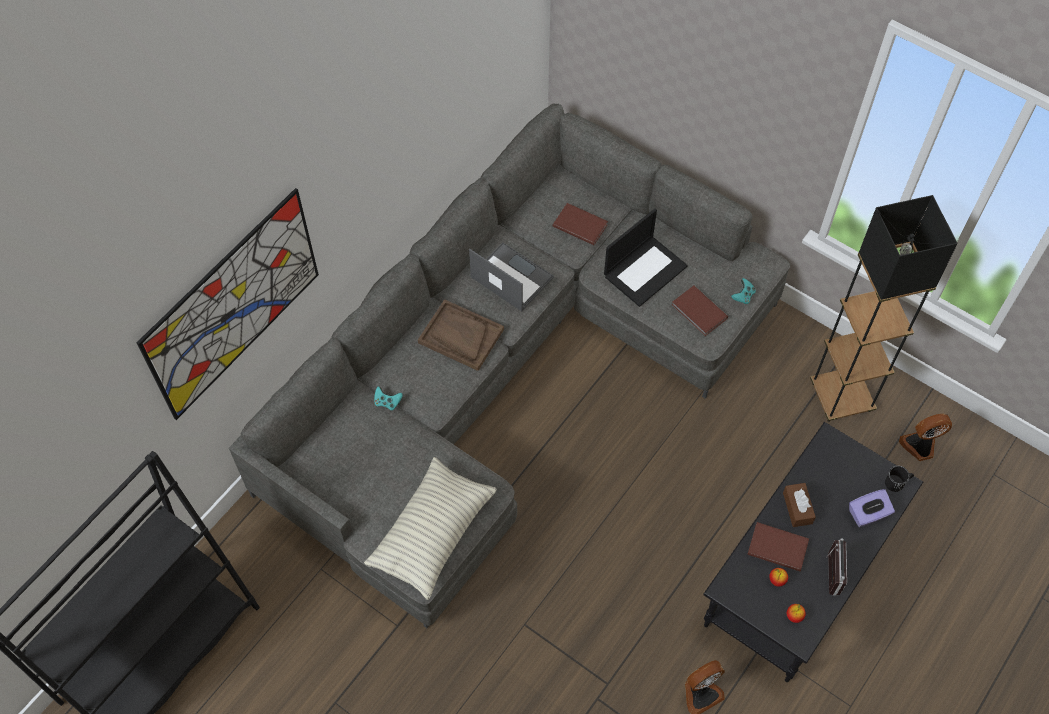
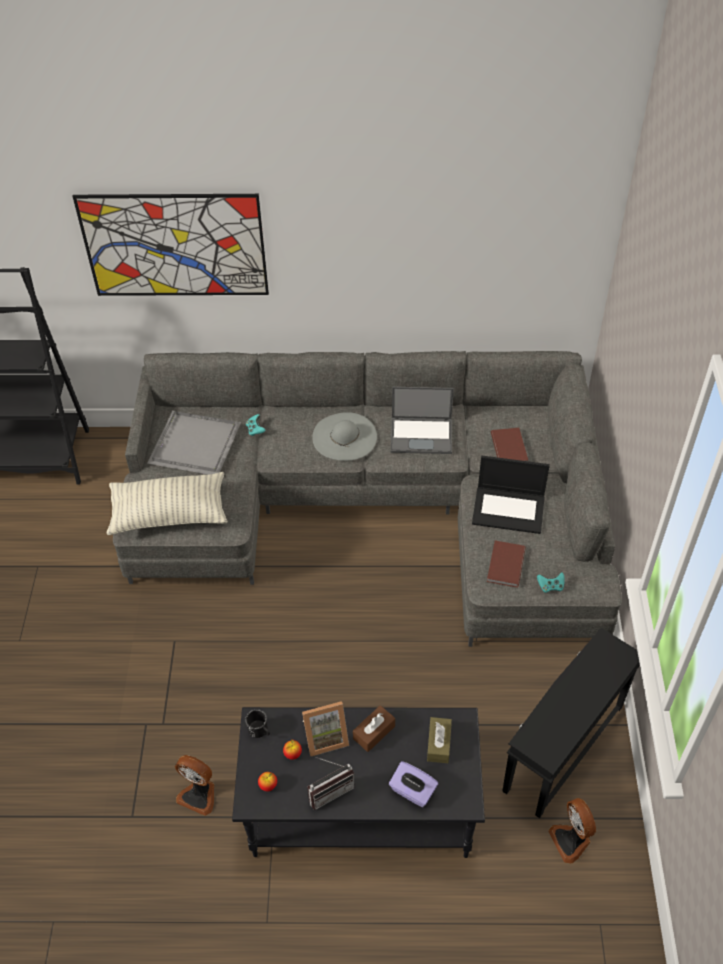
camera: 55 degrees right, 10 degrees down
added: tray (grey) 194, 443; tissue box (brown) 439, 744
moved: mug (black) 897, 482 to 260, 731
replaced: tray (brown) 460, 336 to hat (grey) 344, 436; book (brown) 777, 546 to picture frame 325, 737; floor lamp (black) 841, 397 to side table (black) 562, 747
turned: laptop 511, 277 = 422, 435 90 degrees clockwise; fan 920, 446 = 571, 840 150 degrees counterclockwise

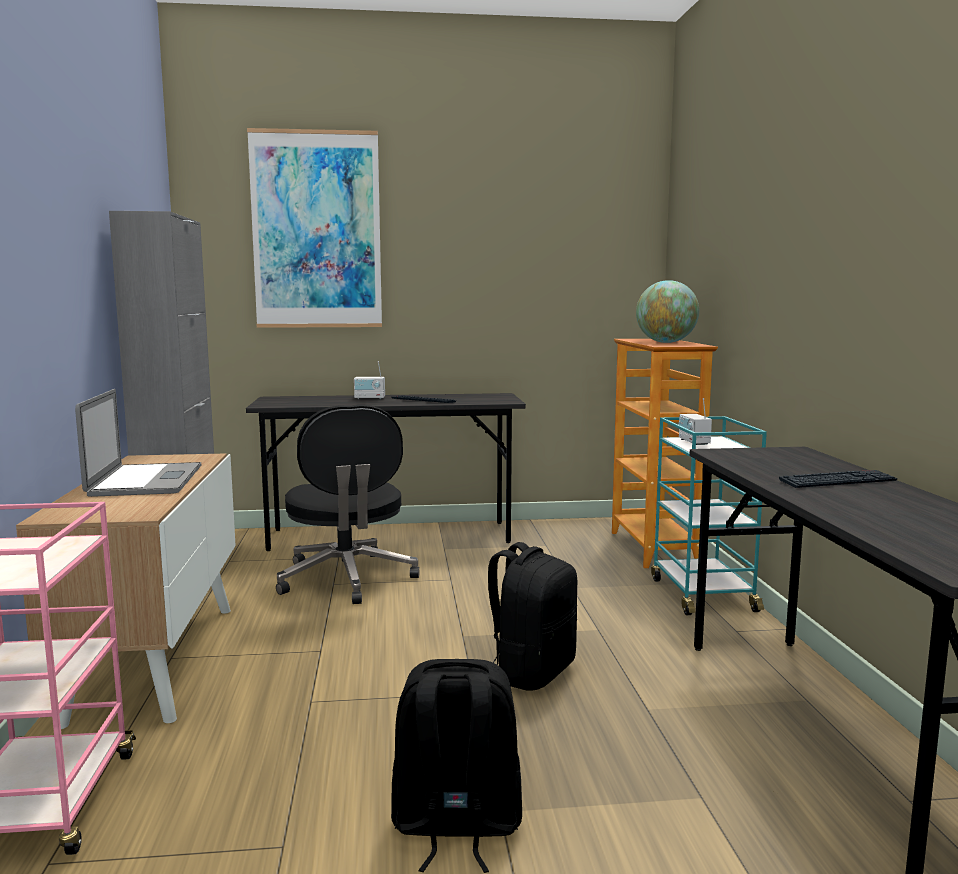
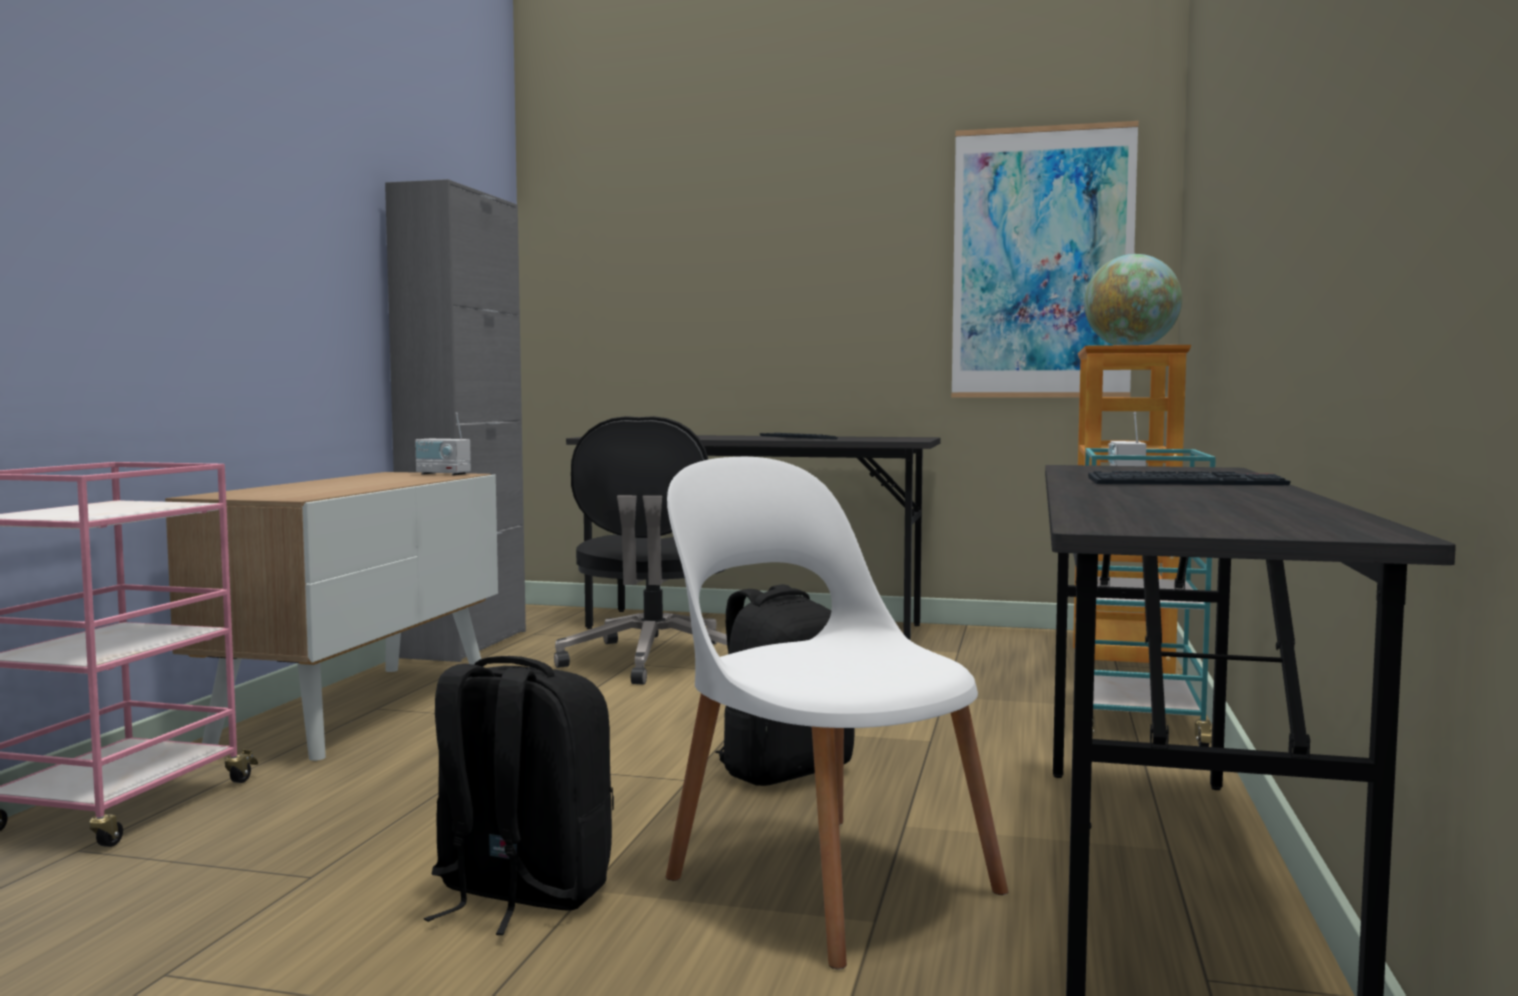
camera: 20 degrees right, 5 degrees down
removed: laptop 146, 480
added: chair (white) 824, 879
moved: picture 316, 230 to 1042, 263; radio 370, 398 to 443, 474

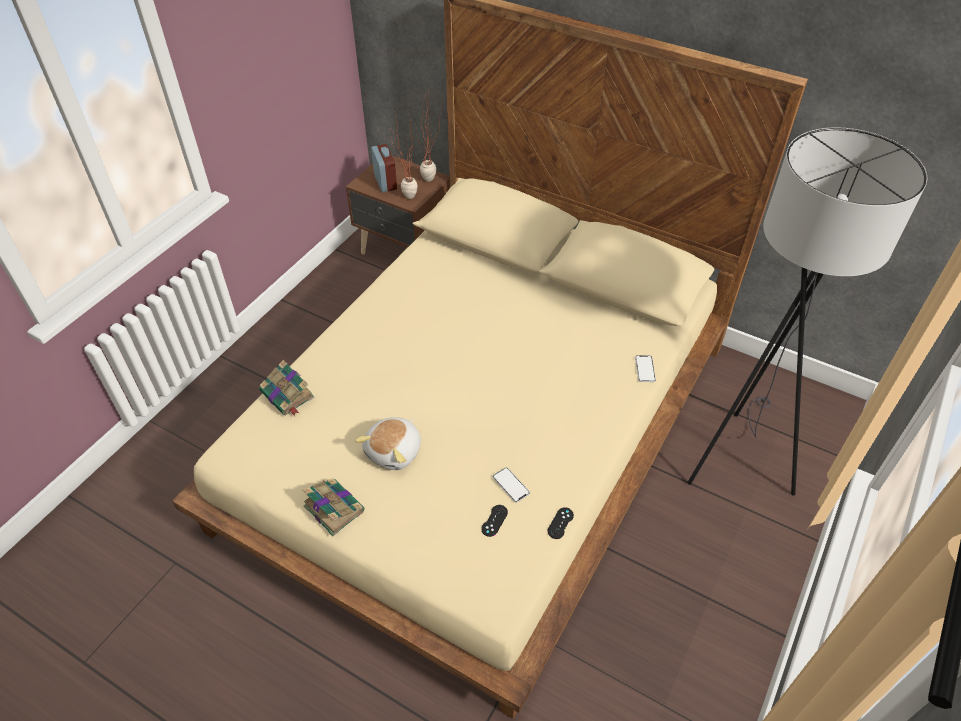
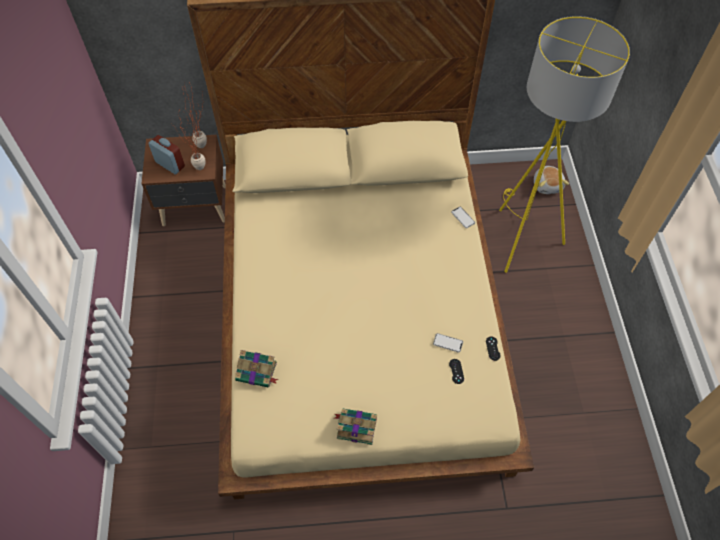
camera: 35 degrees left, 10 degrees up
moved: plush toy 395, 451 to 547, 185
recoloured: floor lamp (grey) 737, 455 to floor lamp (yellow) 518, 237

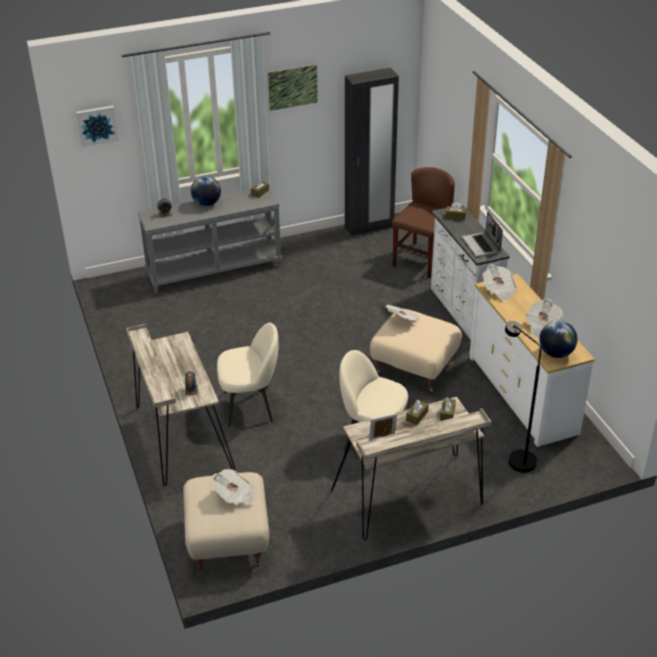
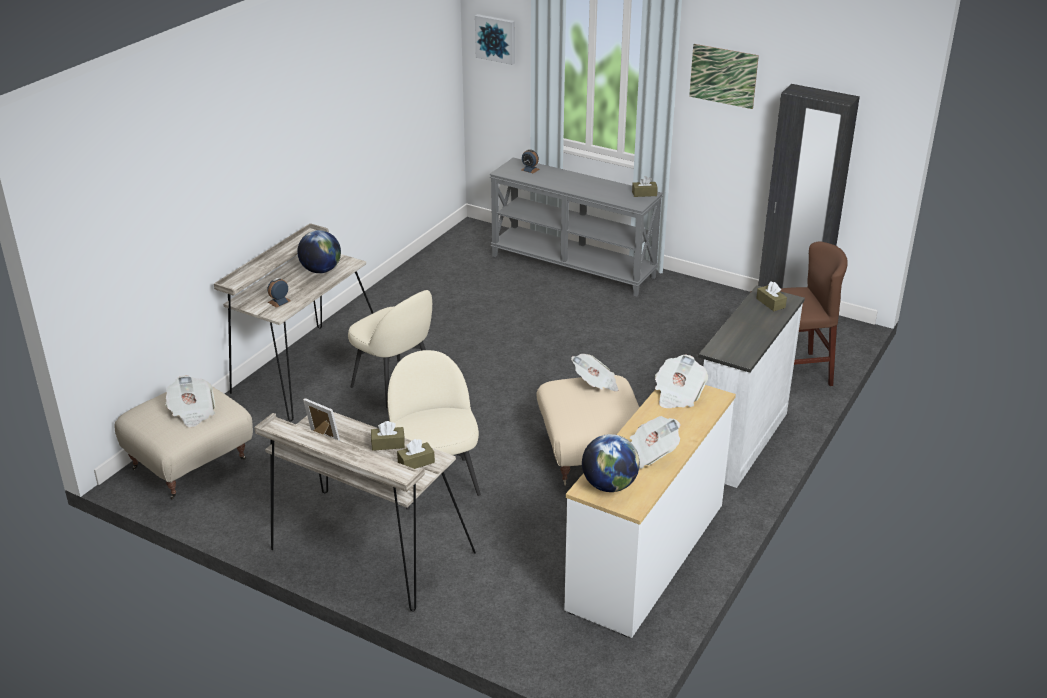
camera: 50 degrees right, 5 degrees down
removed: laptop 482, 245; floor lamp (black) 515, 458
moved: globe 207, 203 to 321, 270

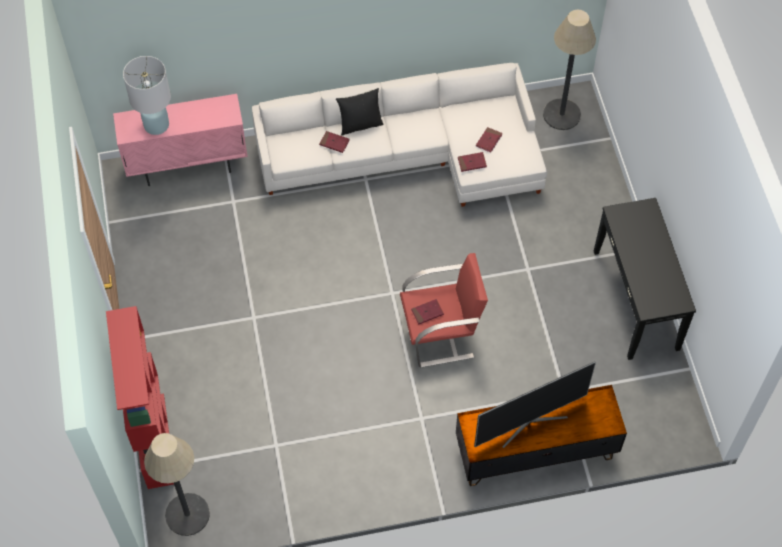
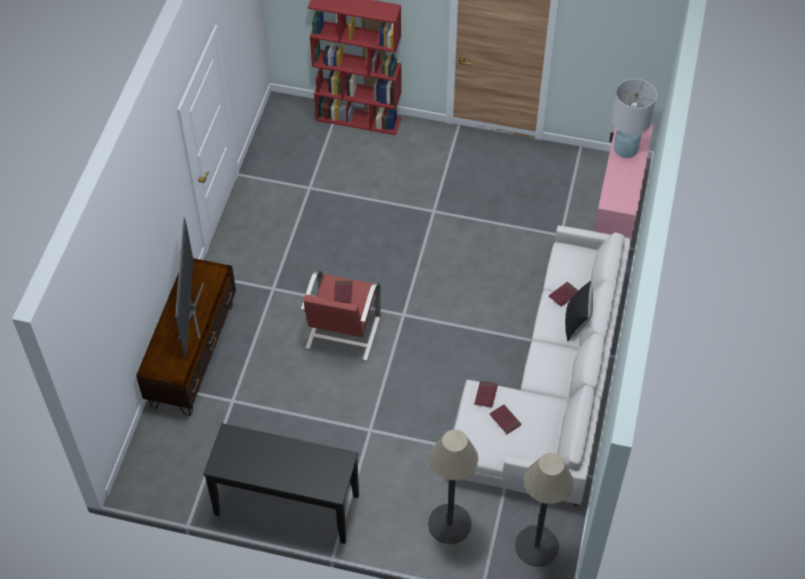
camera: 115 degrees right, 5 degrees down
moved: floor lamp 187, 514 to 449, 524

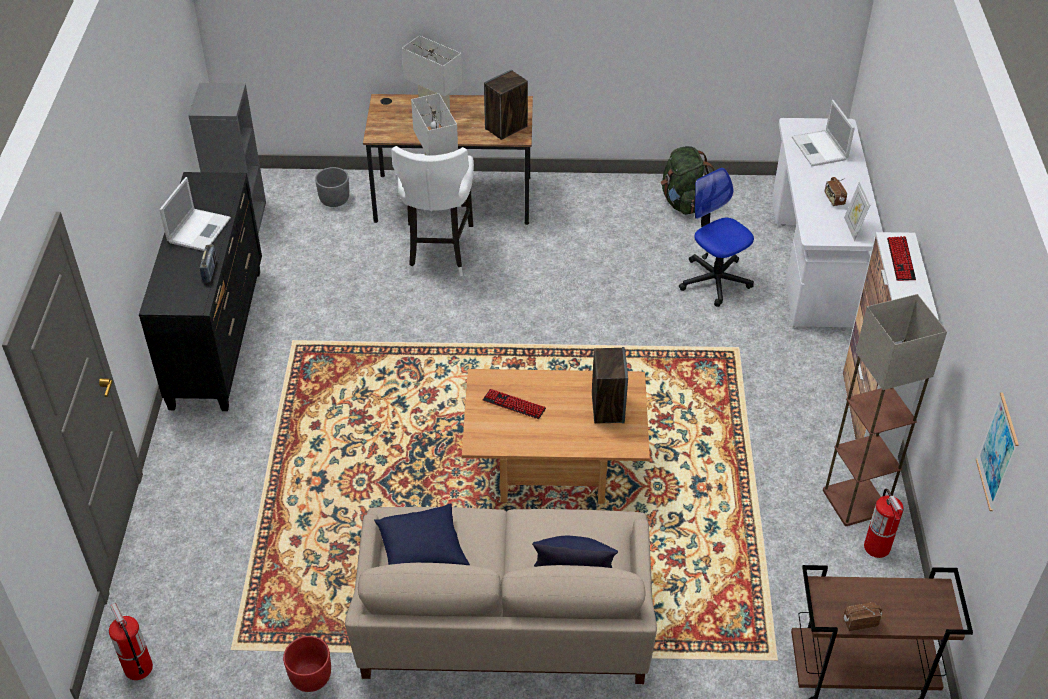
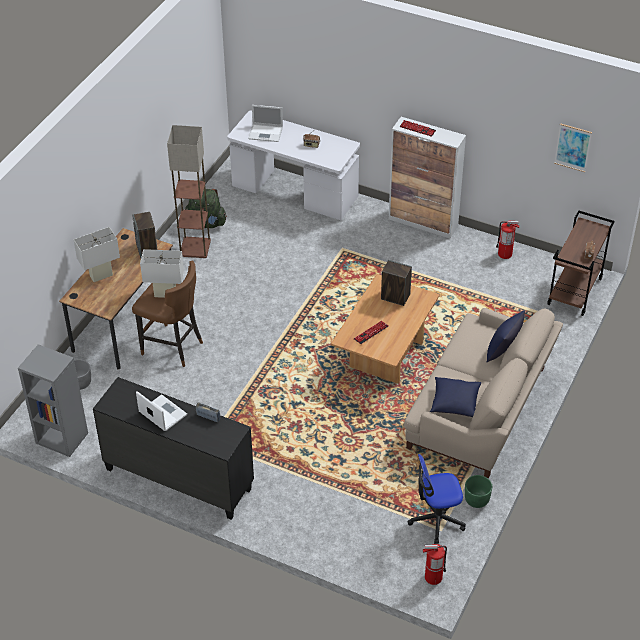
camera: 65 degrees left, 0 degrees up
removed: picture frame 853, 228
moved: office chair 715, 280 to 436, 519; floor lamp 855, 502 to 195, 248
recoloured: planter (red) 310, 677 to planter (green) 477, 500; stool (white) 438, 253 to stool (brown) 173, 347

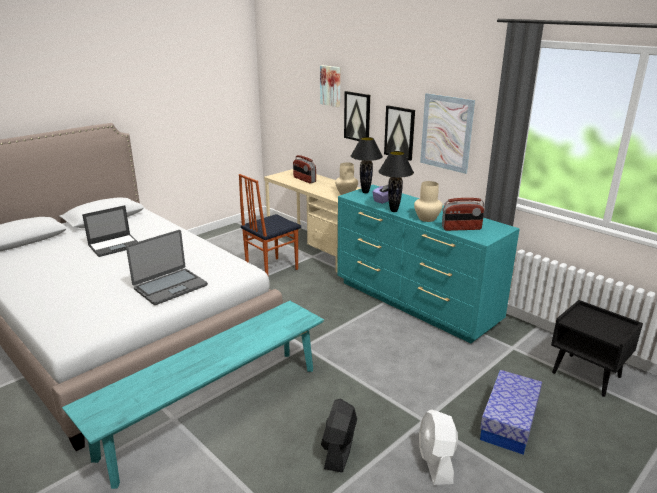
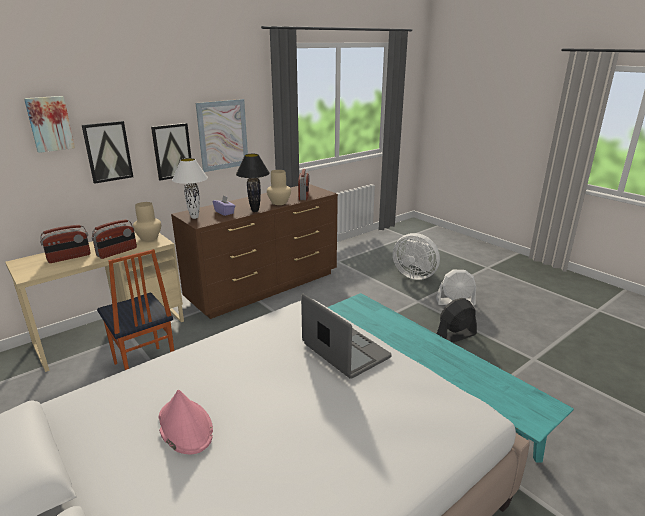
camera: 85 degrees left, 0 degrees up
removed: nightstand (black) 587, 375
added: radio 117, 252
replaced: laptop 115, 245 to hat (pink) 185, 426; storage box 509, 422 to fan (white) 414, 275
recoloured: dresser (turquoise) 415, 302 to dresser (brown) 265, 287; table lamp (black) 365, 192 to table lamp (white) 194, 217
turned: fan (black) 339, 450 = 455, 336 135 degrees clockwise

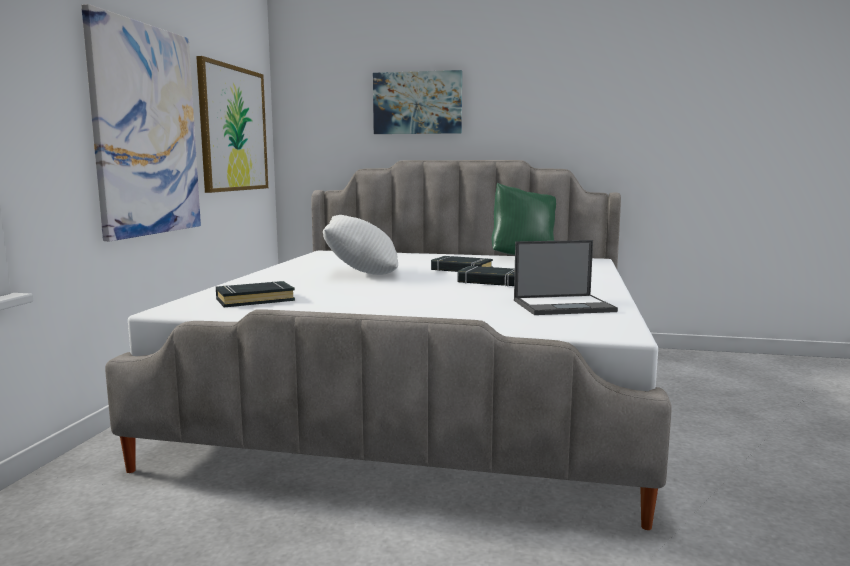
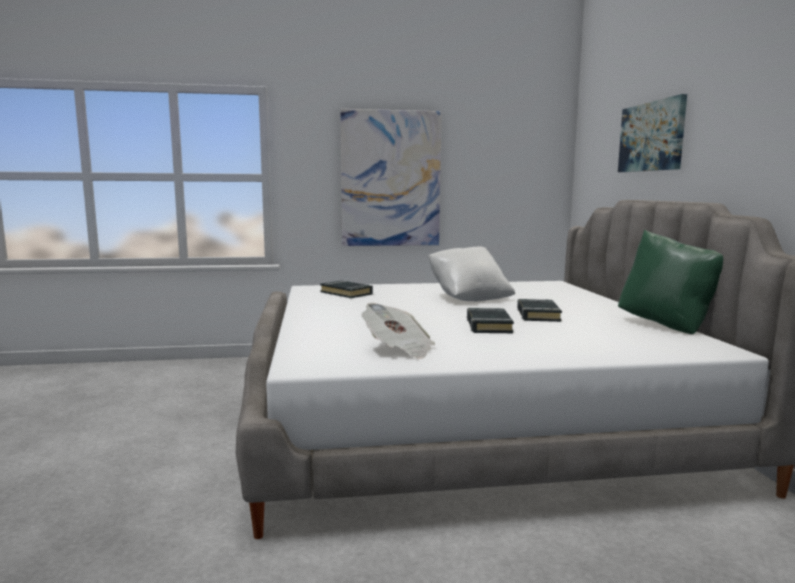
camera: 70 degrees right, 0 degrees up
removed: picture 233, 129
replaced: laptop 564, 306 to newspaper 399, 349

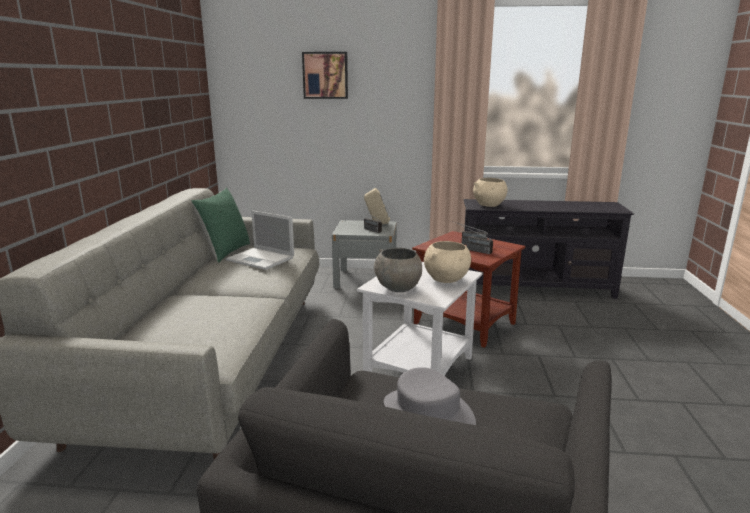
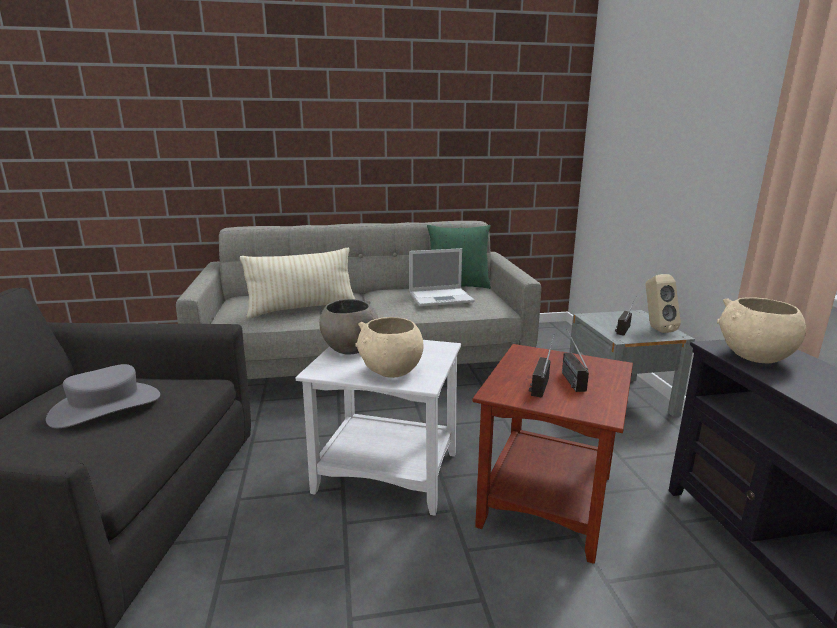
camera: 75 degrees right, 0 degrees up
removed: picture 325, 75
added: pillow (beige) 302, 309
turned: laptop 261, 259 = 442, 297 120 degrees counterclockwise

